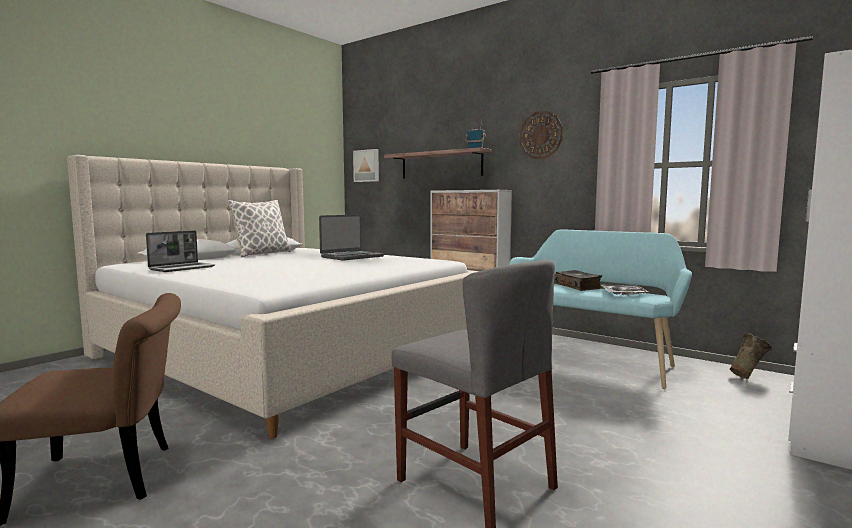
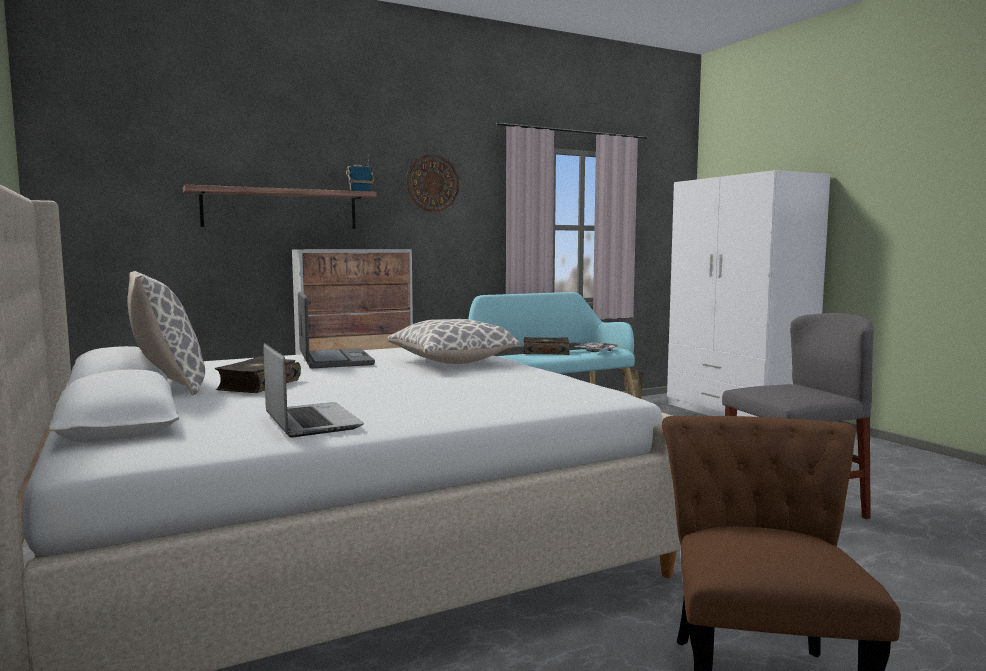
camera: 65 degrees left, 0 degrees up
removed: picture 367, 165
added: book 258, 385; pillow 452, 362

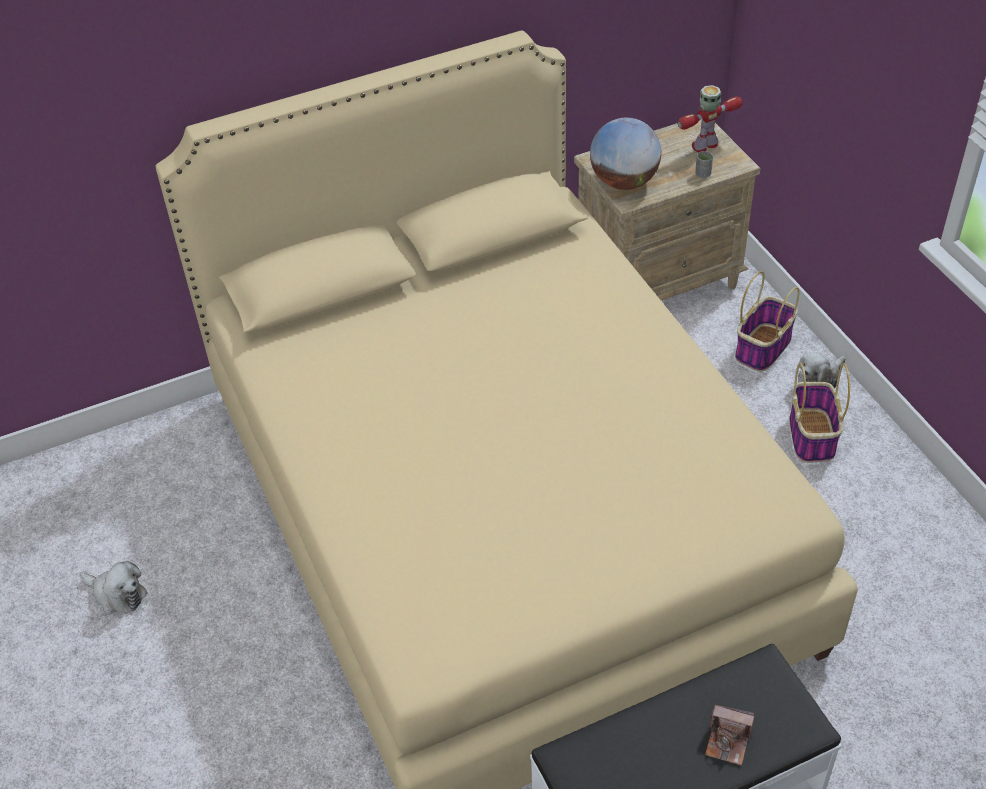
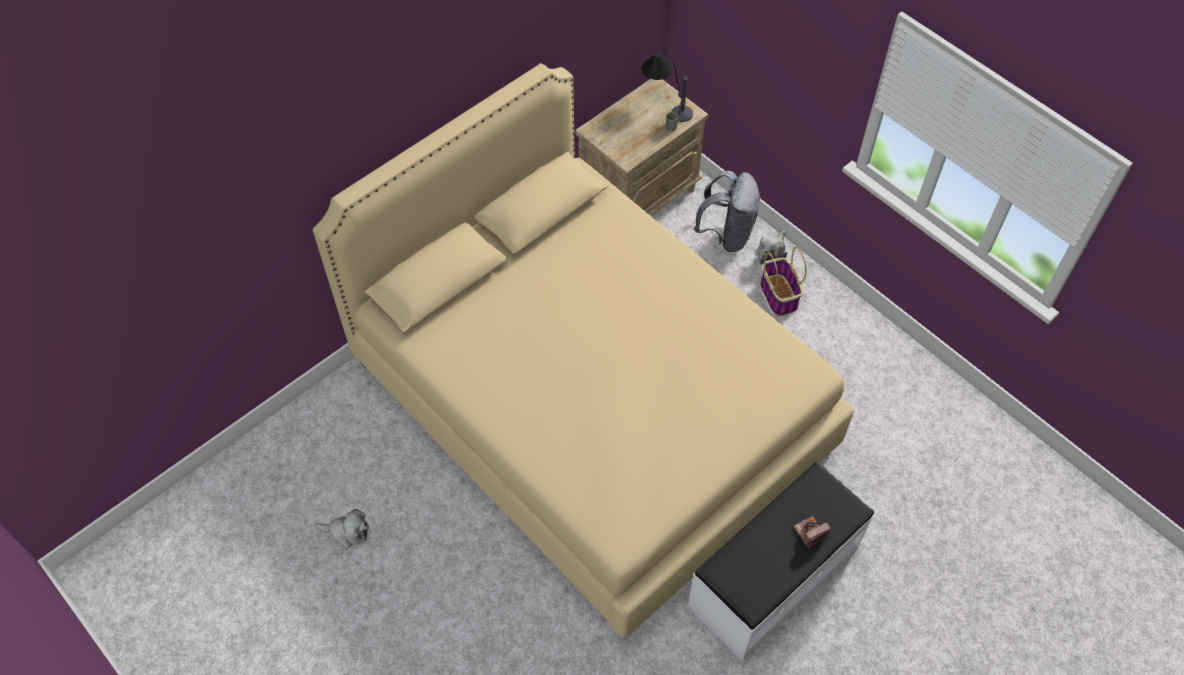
camera: 20 degrees left, 10 degrees up
removed: globe 624, 182
replaced: toy robot 705, 145 to table lamp 664, 102; basket 763, 347 to backpack (grey) 727, 234
turned: photo camera 728, 742 = 810, 532 150 degrees clockwise

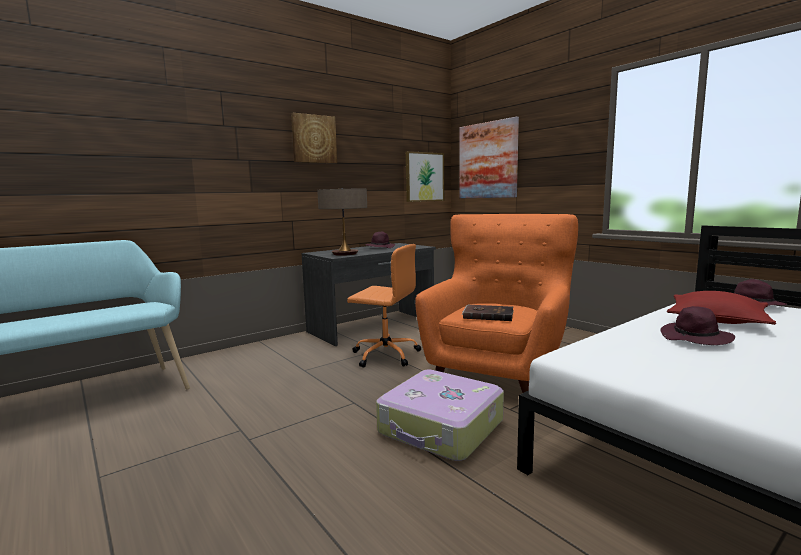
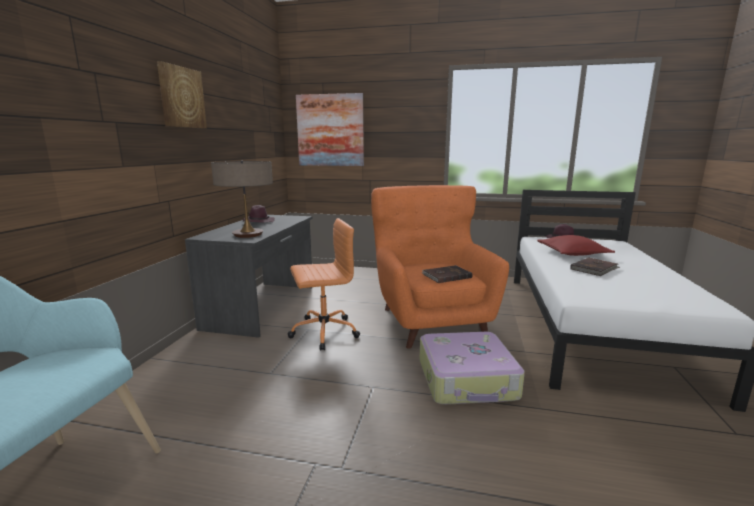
camera: 40 degrees left, 5 degrees up
removed: picture 424, 177
replaced: hat (purple) 696, 338 to book (brown) 594, 269

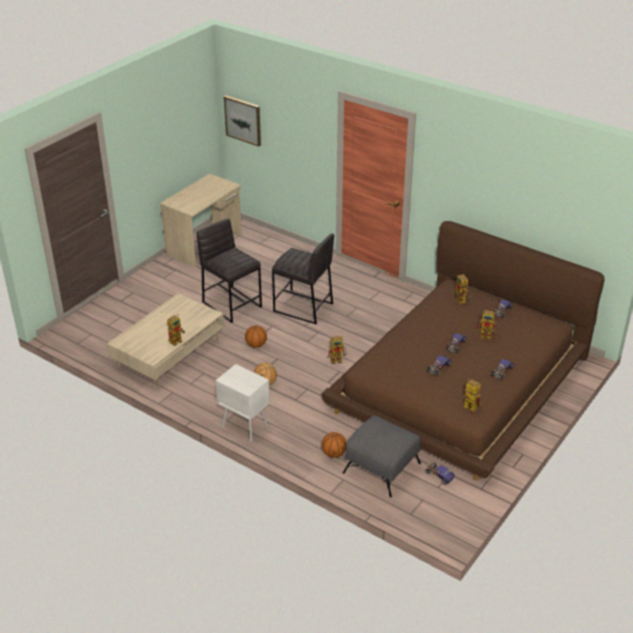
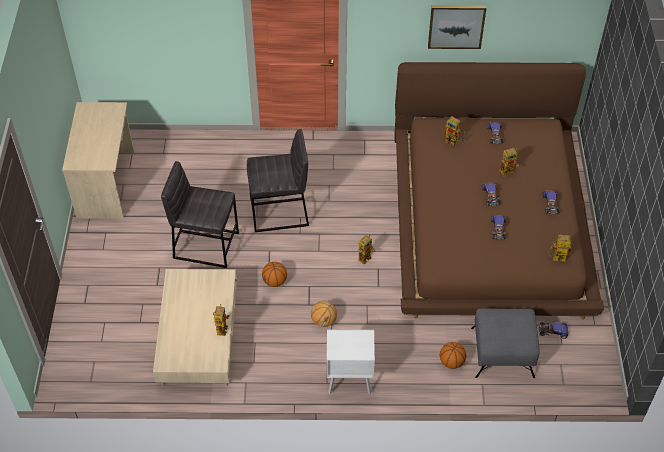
camera: 35 degrees left, 15 degrees up
moved: picture 243, 120 to 456, 26

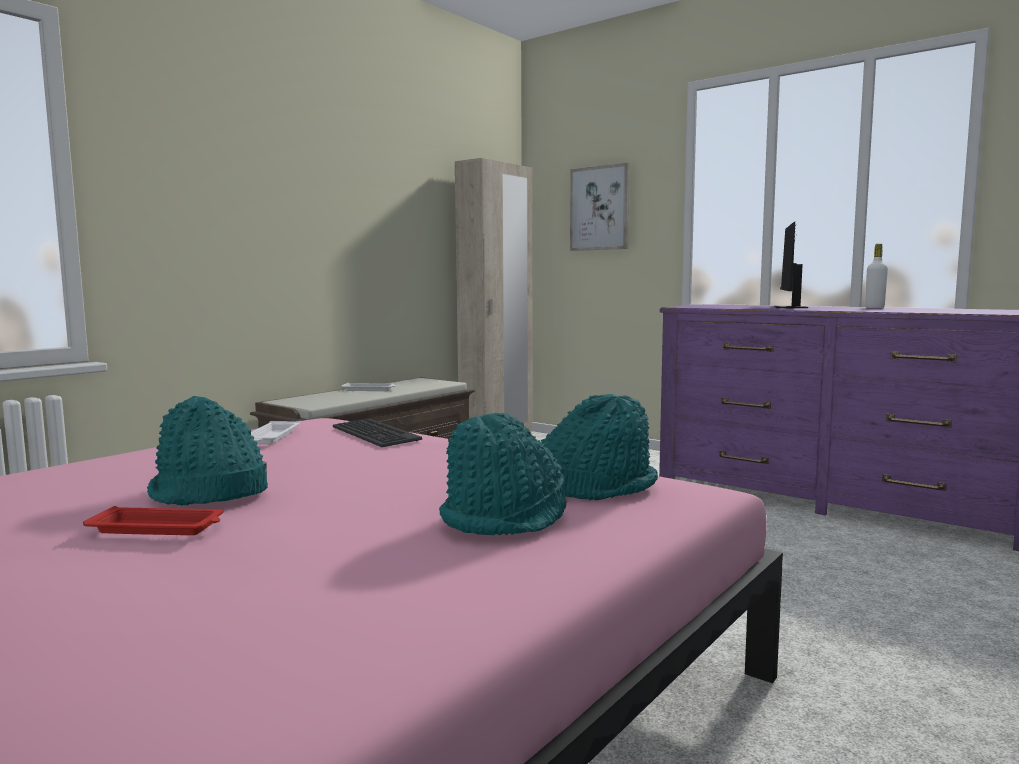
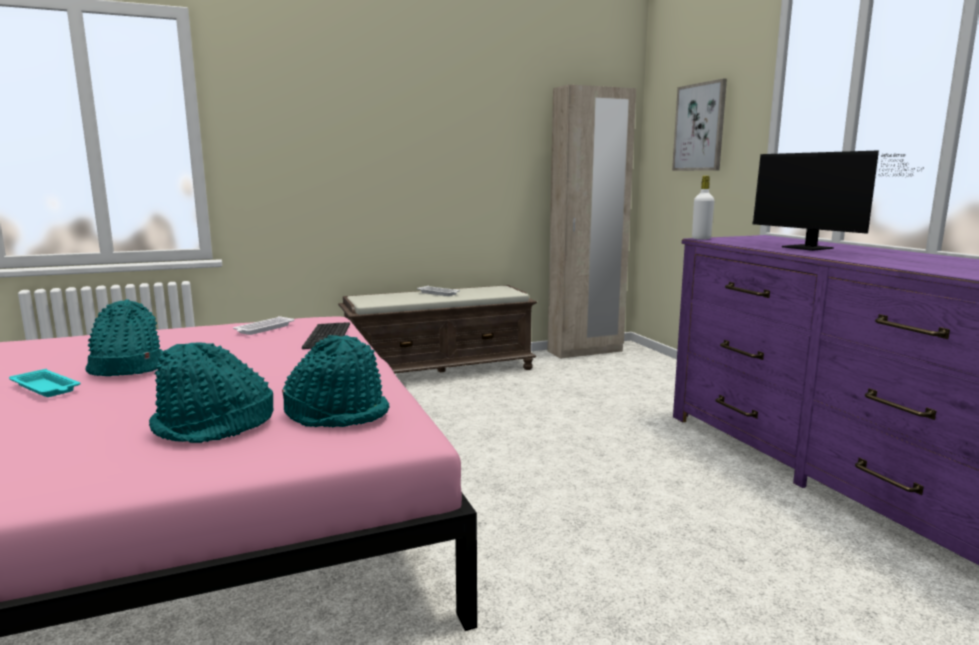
camera: 30 degrees right, 5 degrees up
moved: bottle (white) 874, 307 to 701, 238
recoloured: tray (red) 158, 528 to tray (turquoise) 46, 388
turned: monitor 789, 307 = 812, 248 75 degrees counterclockwise

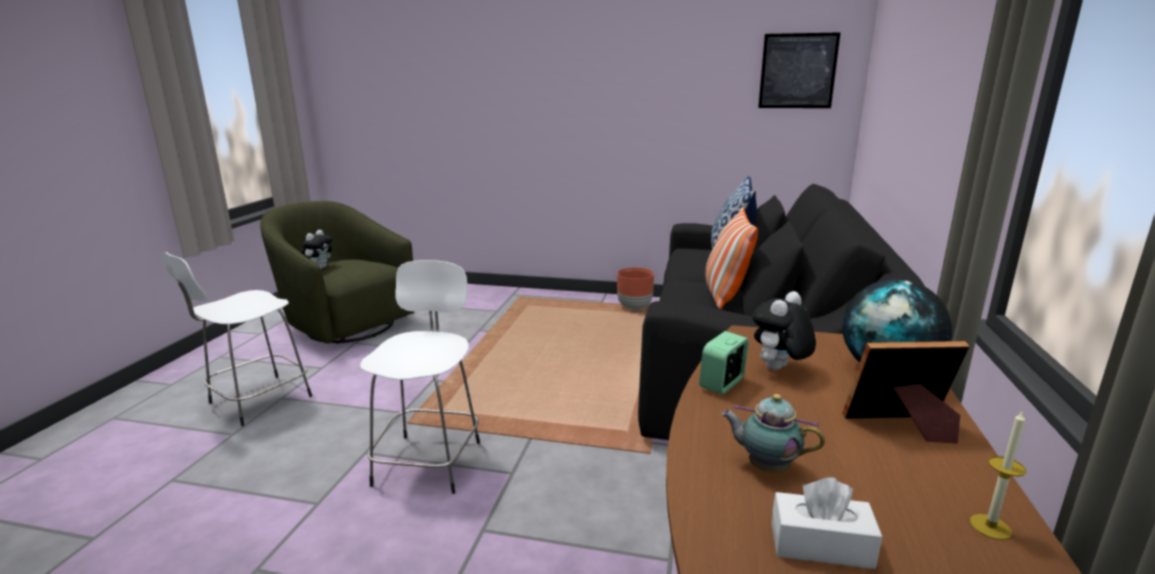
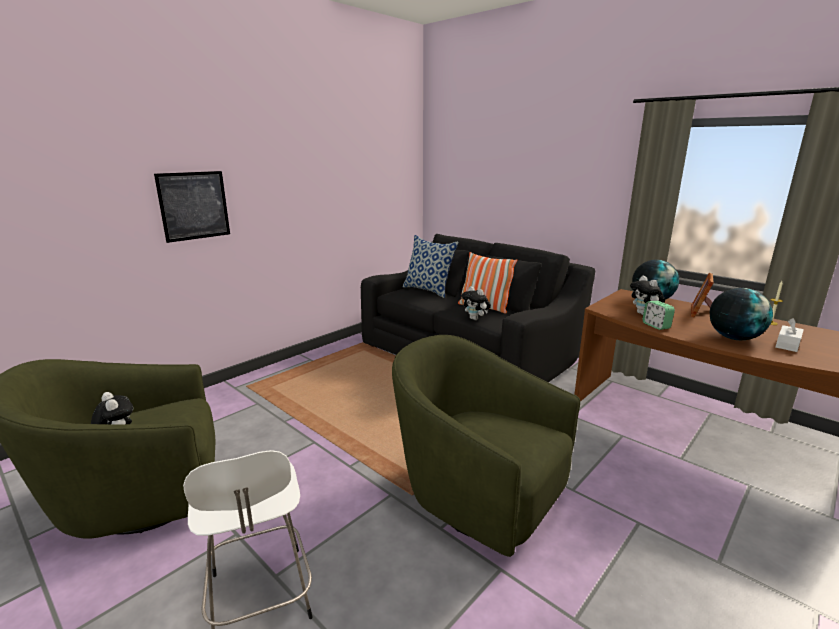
camera: 60 degrees left, 0 degrees up
removed: planter (brown) 635, 307
added: plush toy 475, 319
moved: picture 797, 71 to 194, 205
replaced: stool (white) 429, 460 to armchair (green) 477, 495; teapot 765, 467 to globe 734, 338

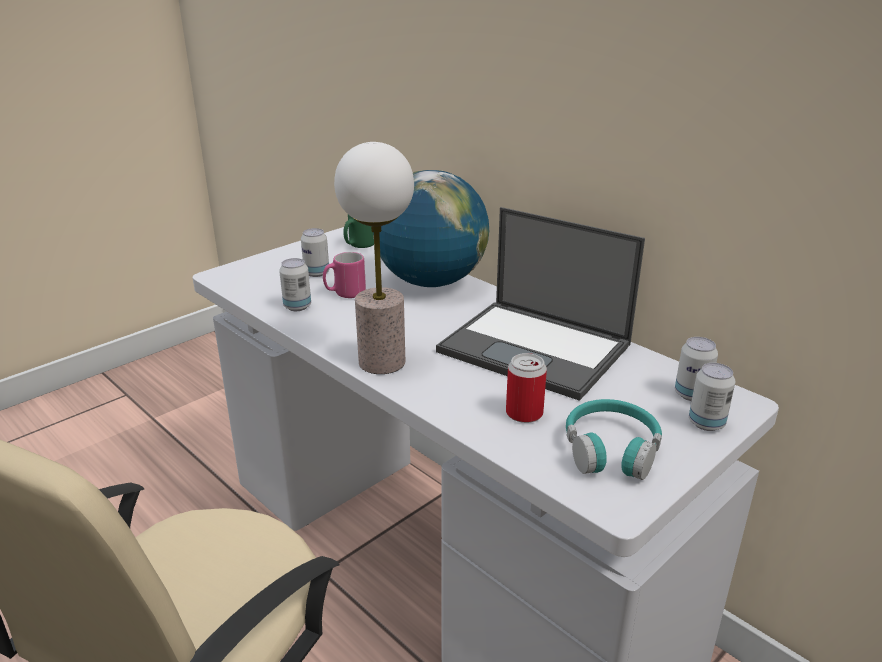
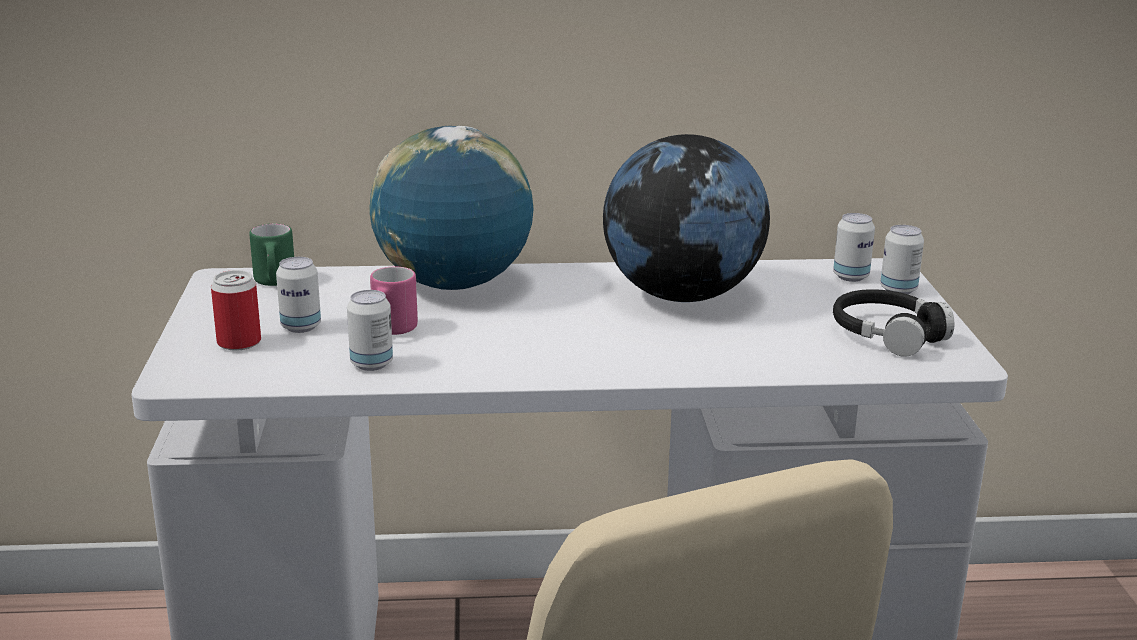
camera: 50 degrees left, 5 degrees down
removed: table lamp 381, 361
moved: can 524, 413 to 239, 343
replaced: laptop 537, 348 to globe 681, 295
recoloured: headphones (turquoise) 611, 449 to headphones (black) 887, 334

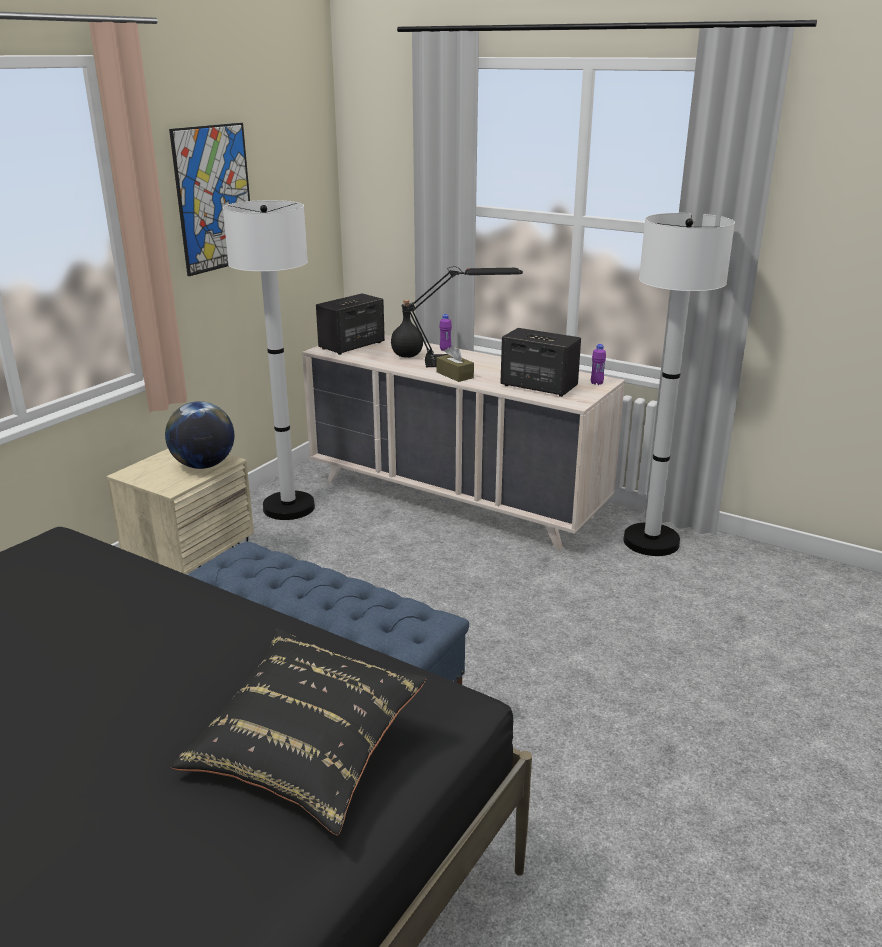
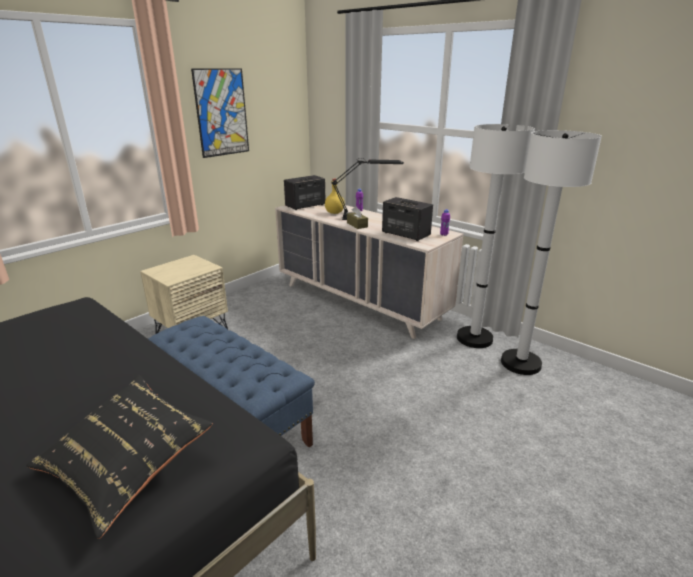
camera: 10 degrees right, 0 degrees up
removed: globe 203, 465
moved: floor lamp (white) 289, 507 to 520, 363
recoloured: bottle (black) 406, 356 to bottle (yellow) 334, 213

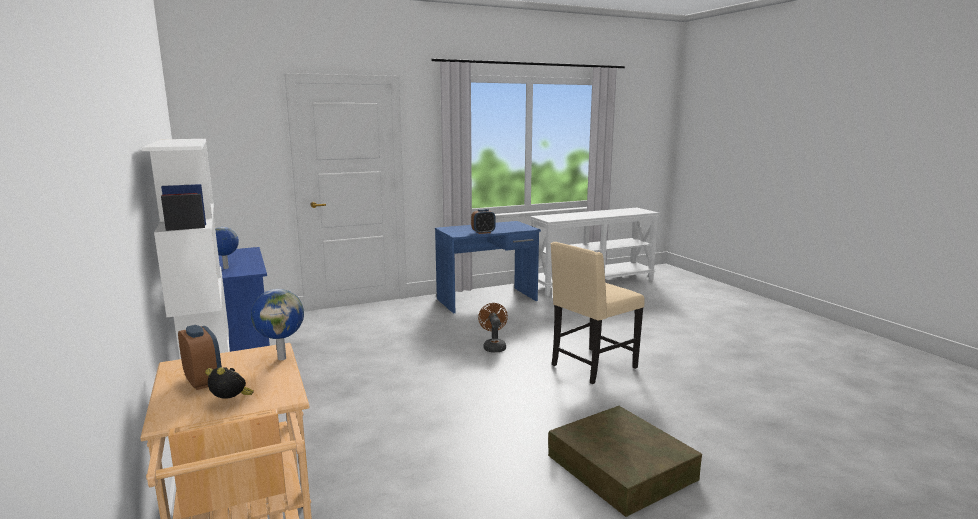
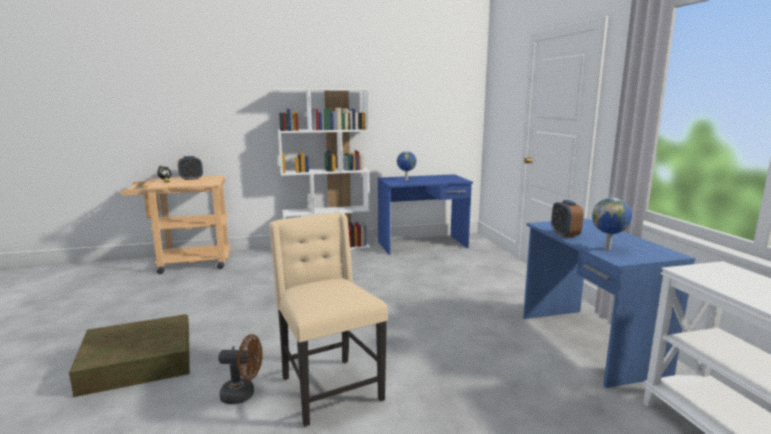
camera: 100 degrees right, 0 degrees up
moved: globe 282, 358 to 608, 249; fan (brown) 493, 346 to 243, 394

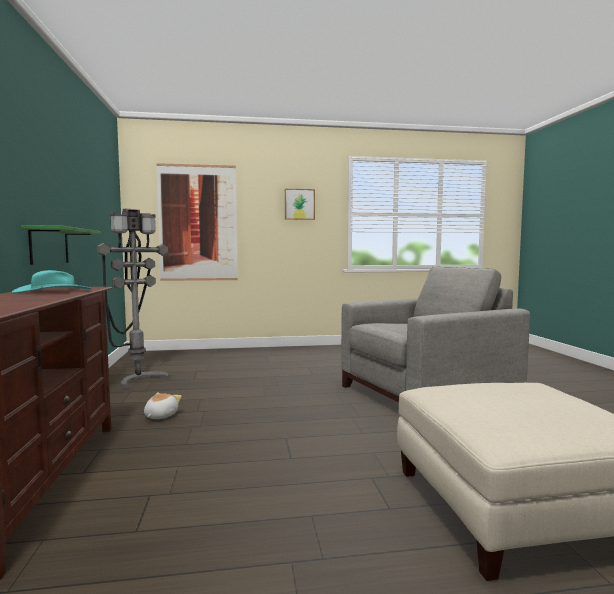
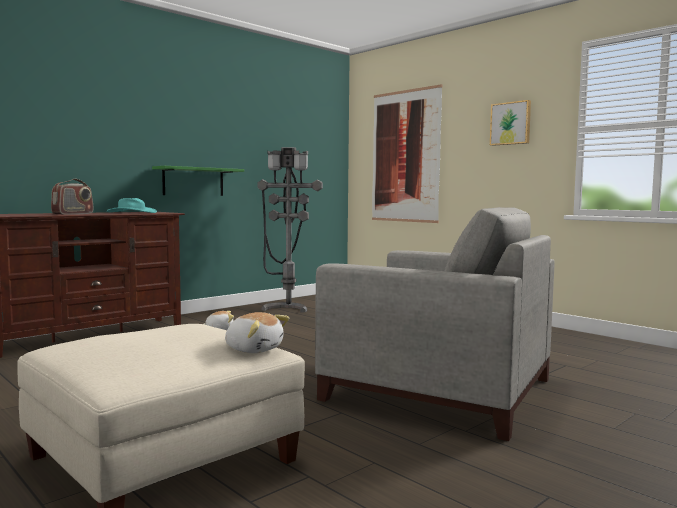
camera: 55 degrees right, 0 degrees up
added: radio 73, 214; plush toy 254, 349

